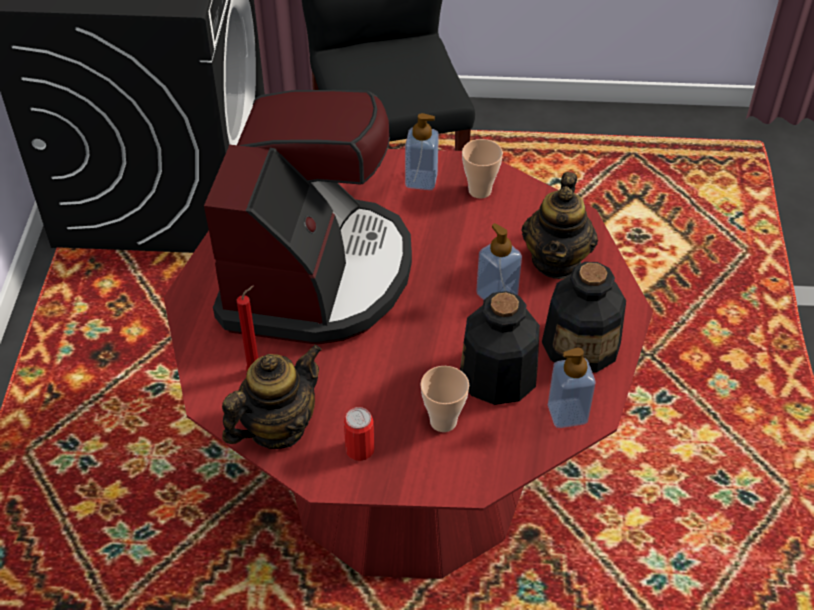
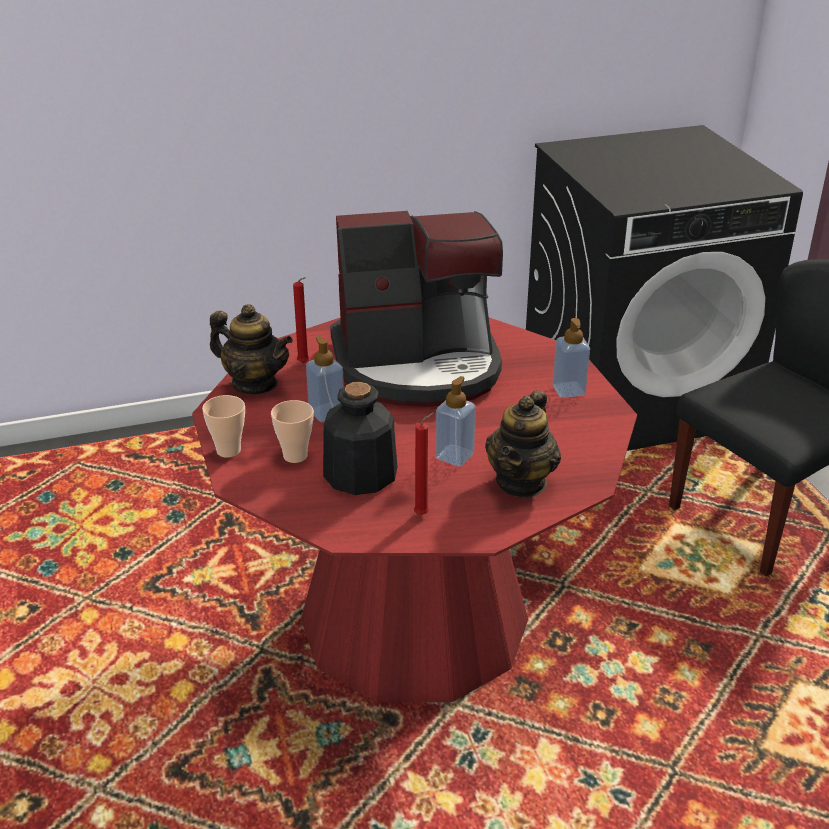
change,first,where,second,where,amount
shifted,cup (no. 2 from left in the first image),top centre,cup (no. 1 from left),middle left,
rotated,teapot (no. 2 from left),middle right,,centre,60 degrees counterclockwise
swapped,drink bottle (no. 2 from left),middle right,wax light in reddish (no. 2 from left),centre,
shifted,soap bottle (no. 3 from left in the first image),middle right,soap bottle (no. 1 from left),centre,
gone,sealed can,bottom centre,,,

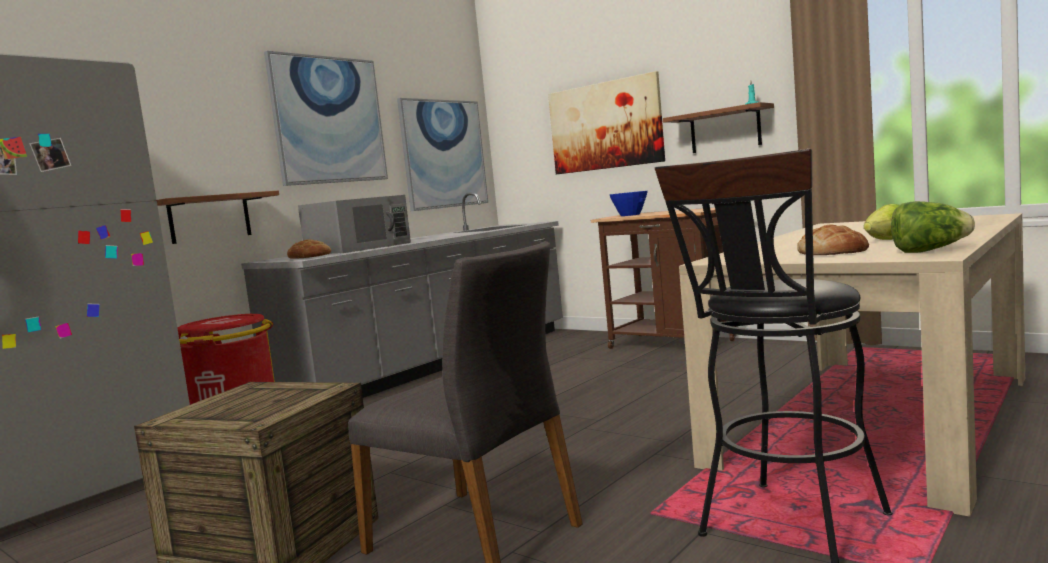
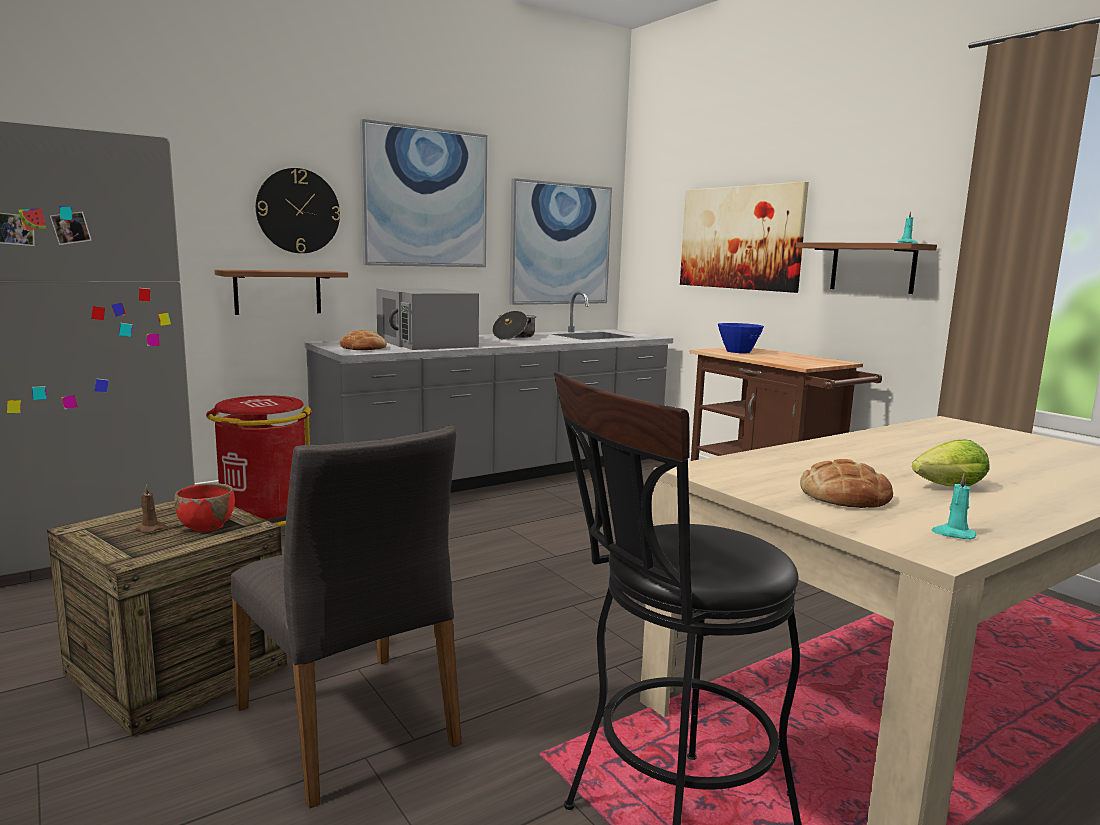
change,first,where,second,where,amount
rotated,microwave in grey,centre,,centre,90 degrees clockwise
swapped,lettuce head (no. 2 from left),middle right,wax light in blue-green (no. 2 from left),middle right,
new,,,clock on the wall,top left,
new,,,saucepot,centre,
new,,,bowl in reddish,middle left,
new,,,wax light in brown,middle left,

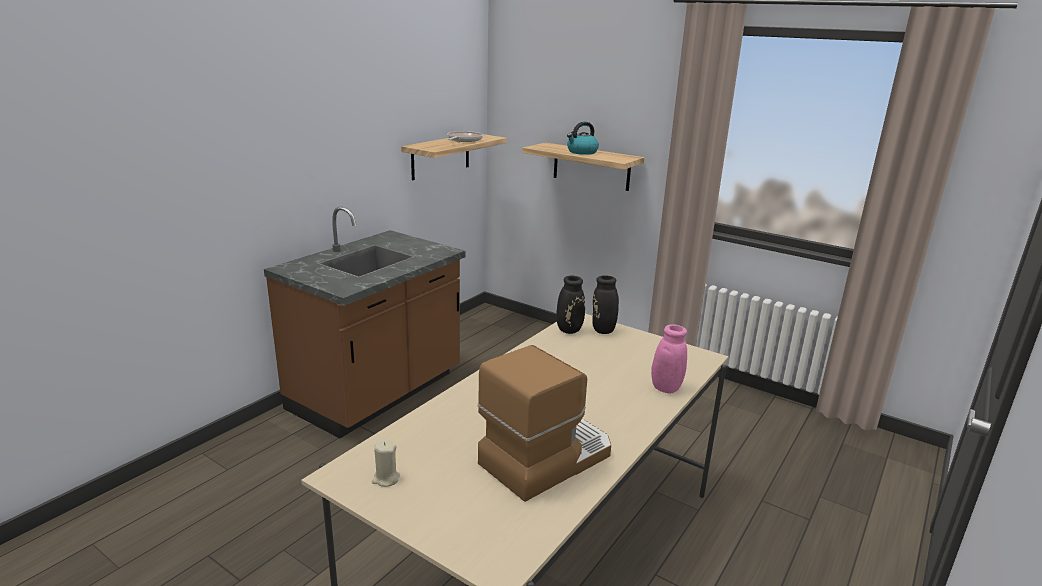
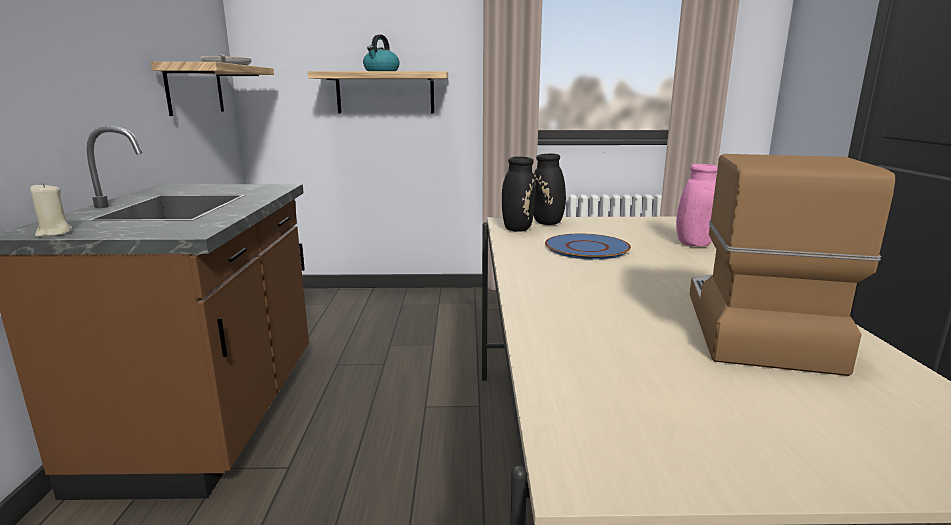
change,first,where,second,where,amount
shifted,wax light in sand-coloured,bottom centre,,middle left,
new,,,flat dish in blue,centre,

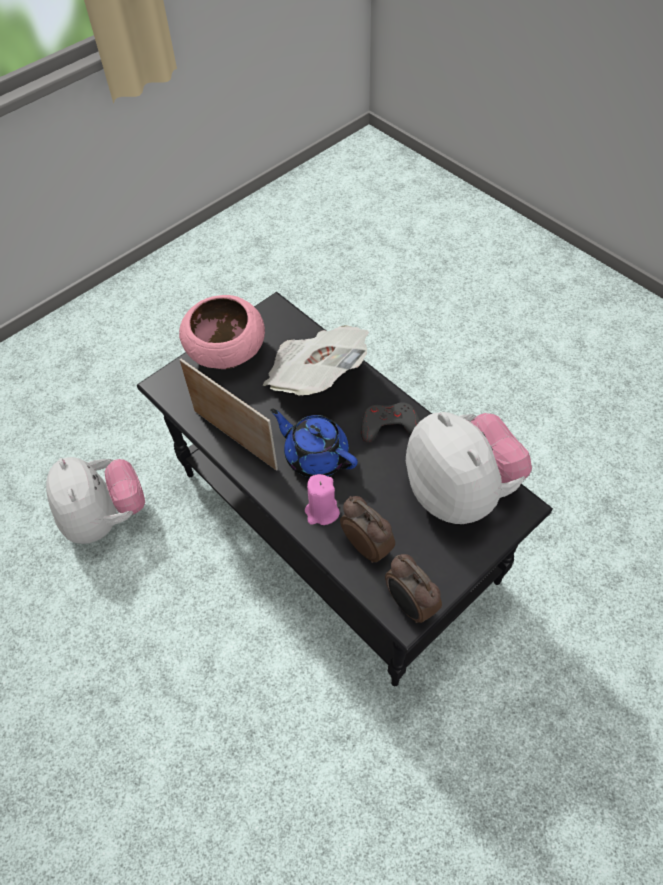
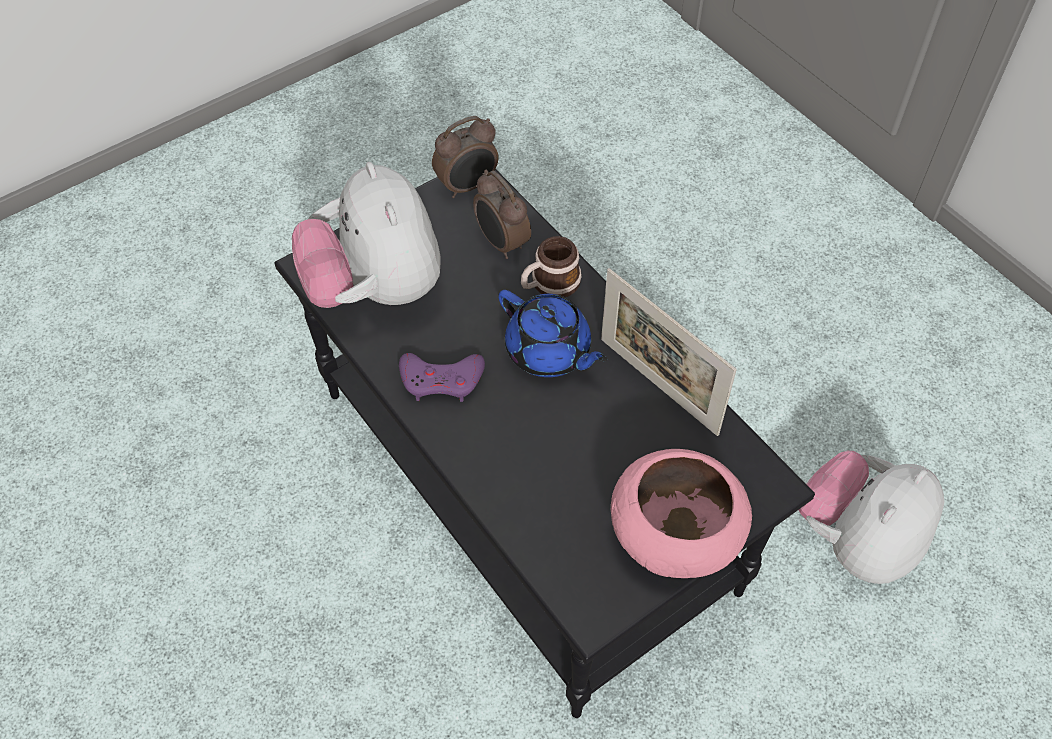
change,first,where,second,where,amount
gone,newspaper,centre,,,
repainted,joypad in grey,centre,joypad in purple-coloured,centre,
rotated,cuddly toy (no. 1 from left in the first image),middle left,cuddly toy (no. 2 from left),bottom right,60 degrees clockwise
swapped,wax light in pink,centre,mug,centre,
rotated,bedside clock (no. 2 from left in the first image),centre,bedside clock (no. 1 from left),top centre,90 degrees clockwise

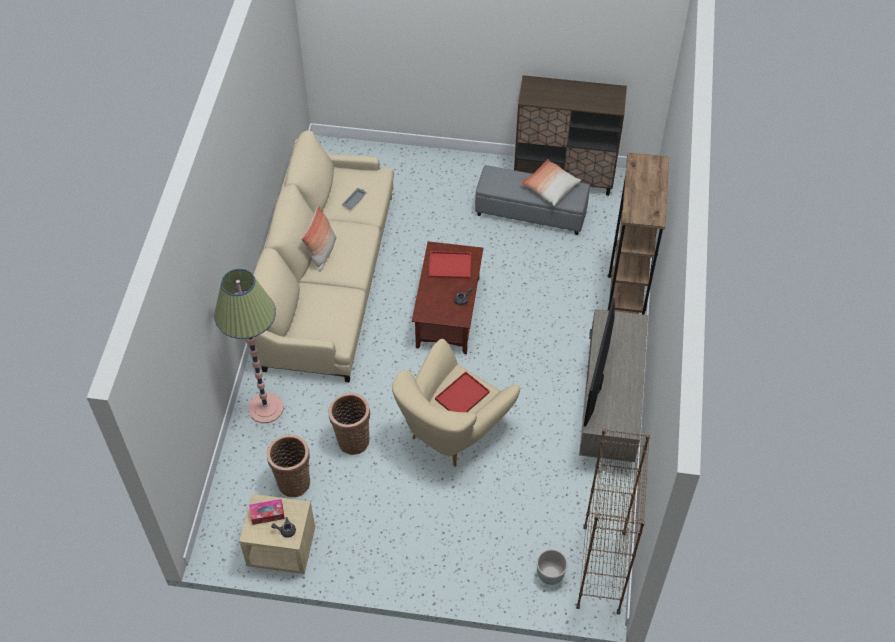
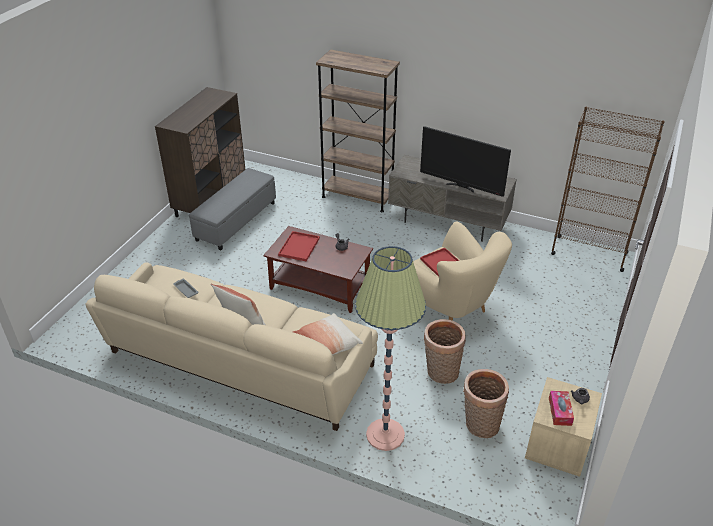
change,first,where,second,where,amount
shifted,cushion (no. 2 from left),top centre,,centre,
gone,plant pot in grey,bottom centre,,,

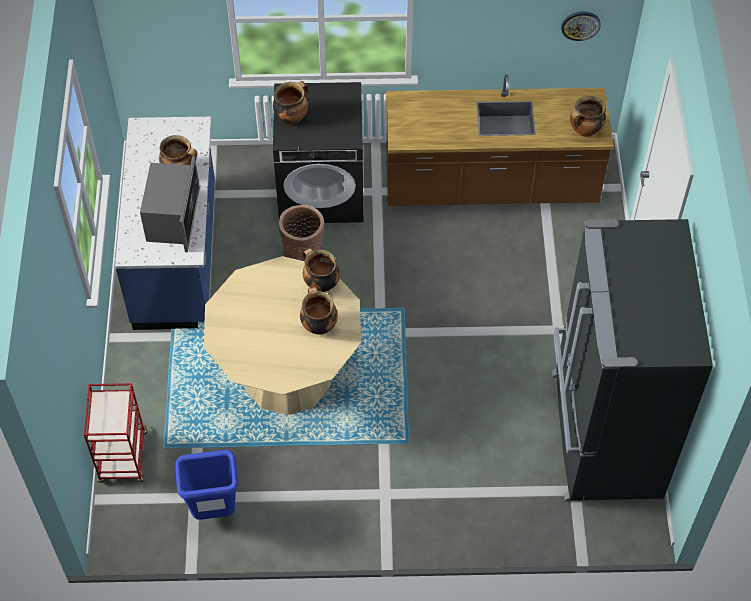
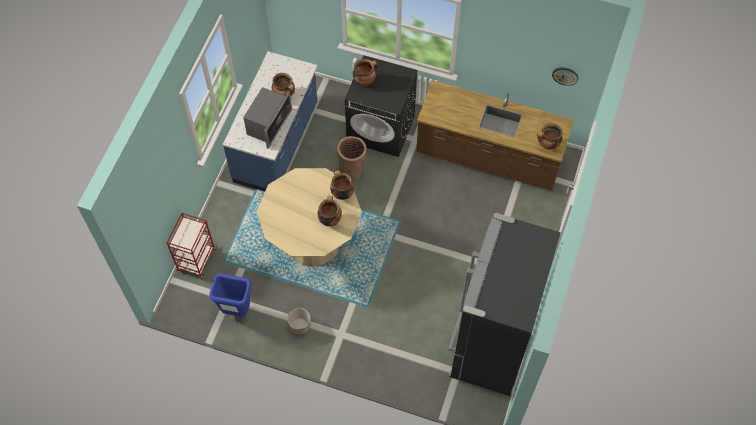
change,first,where,second,where,amount
new,,,plant pot,bottom centre,

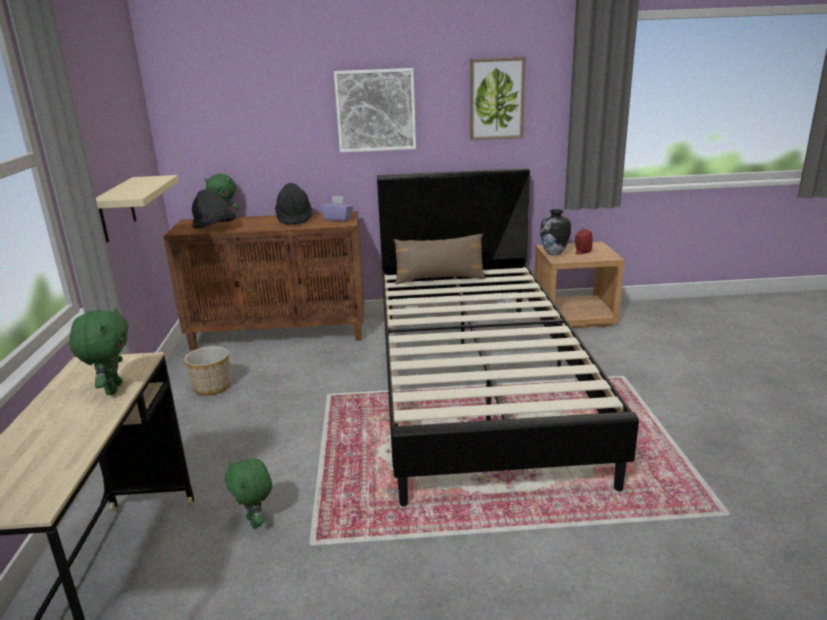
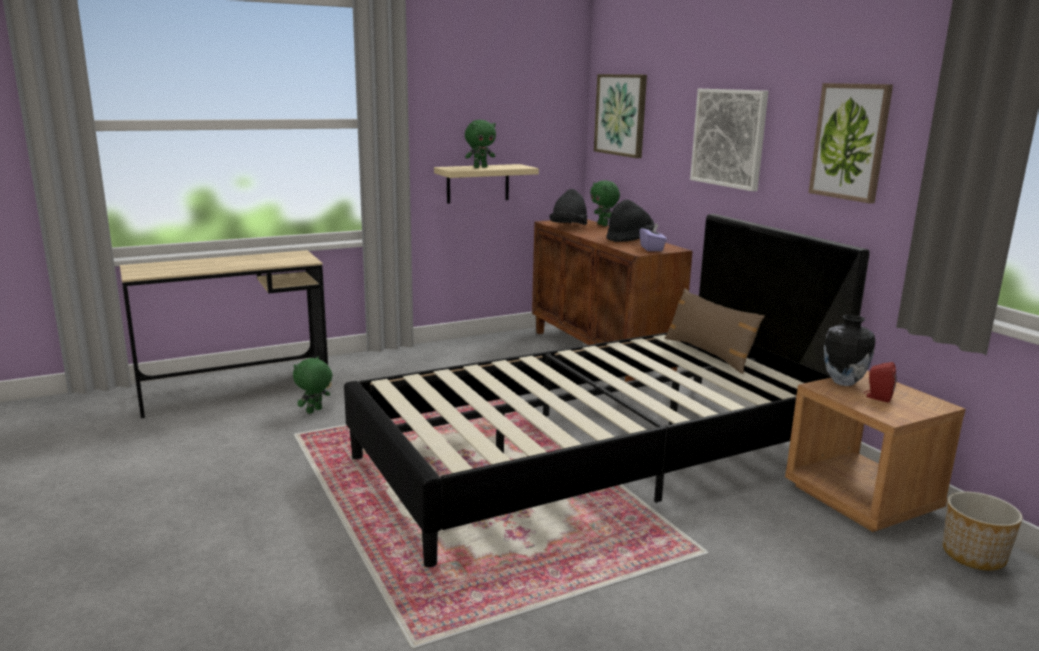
change,first,where,second,where,amount
shifted,cuddly toy in green-coloured (no. 1 from left in the first image),middle left,cuddly toy in green-coloured (no. 2 from left),top centre,
shifted,plant pot,middle left,,bottom right,
new,,,wall picture (no. 1 from left),top centre,

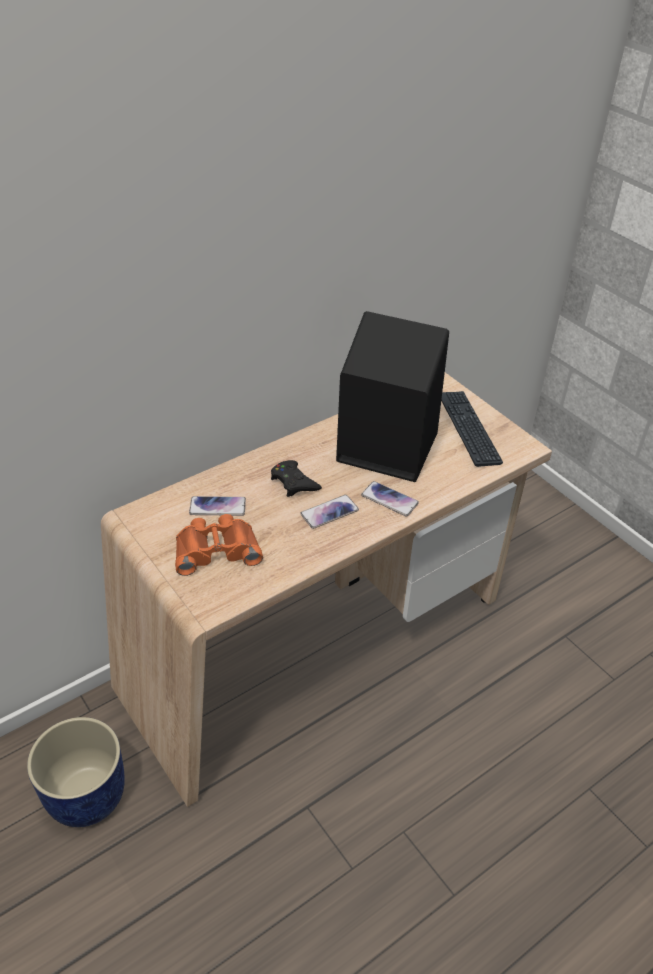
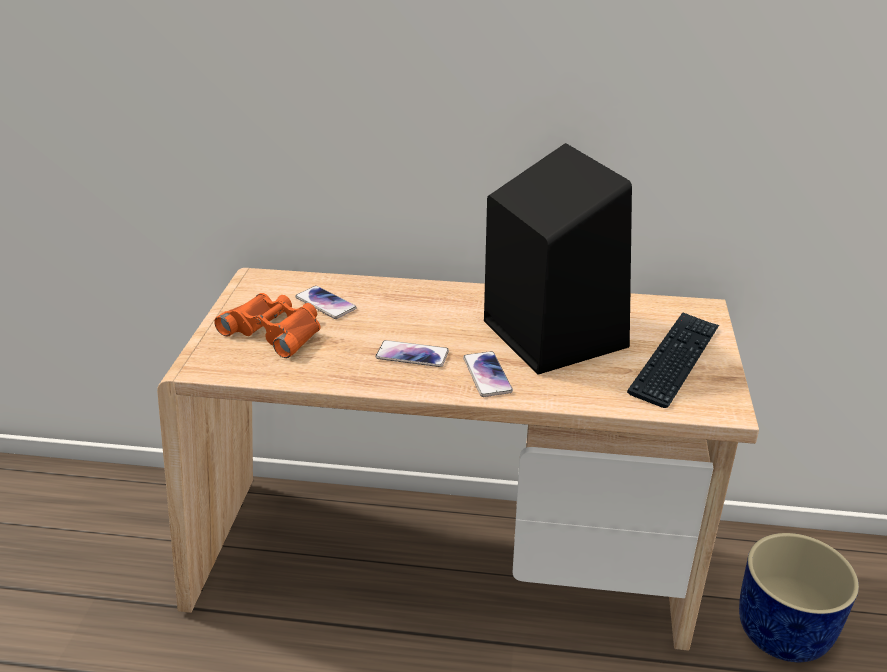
change,first,where,second,where,amount
gone,joypad in black-coloured,centre,,,
shifted,plant pot in blue,bottom left,,bottom right,

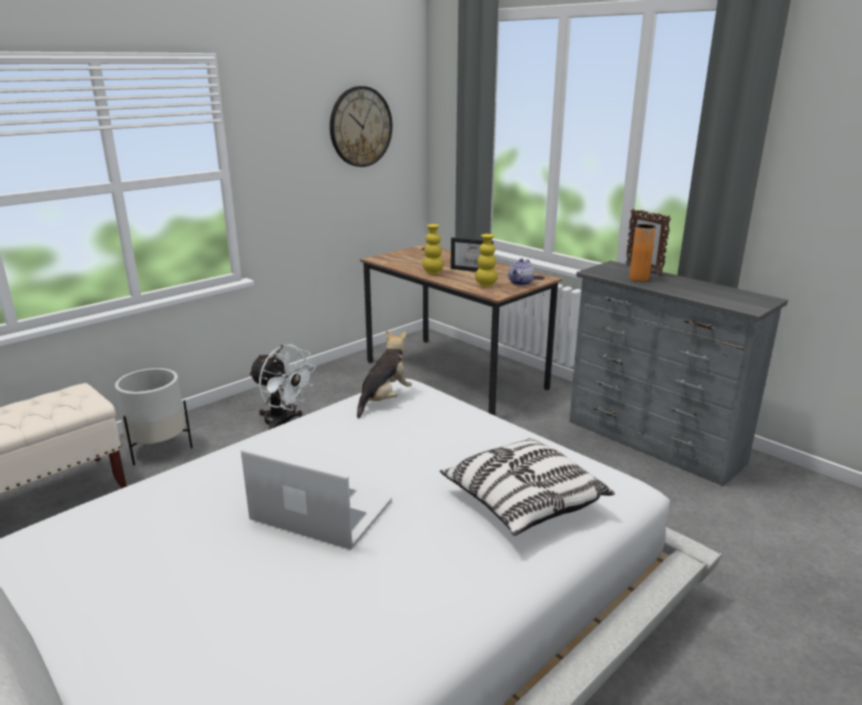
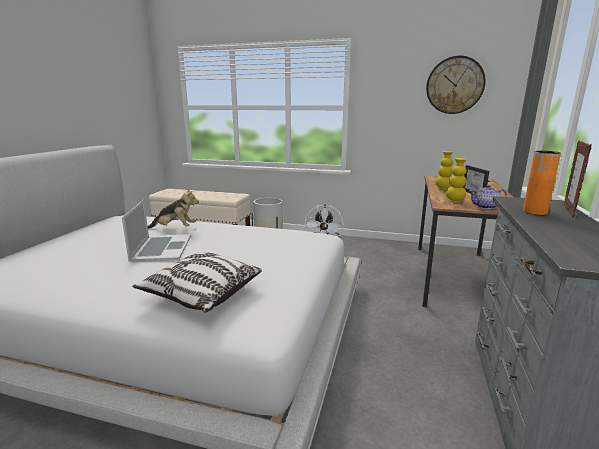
change,first,where,second,where,amount
shifted,cuddly toy,centre,,middle left,

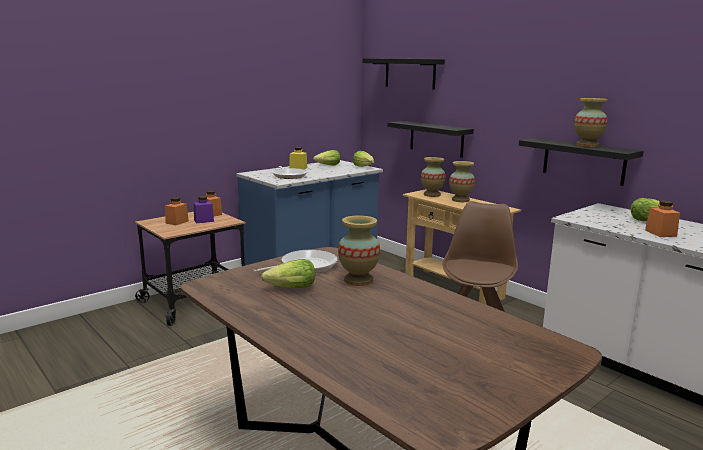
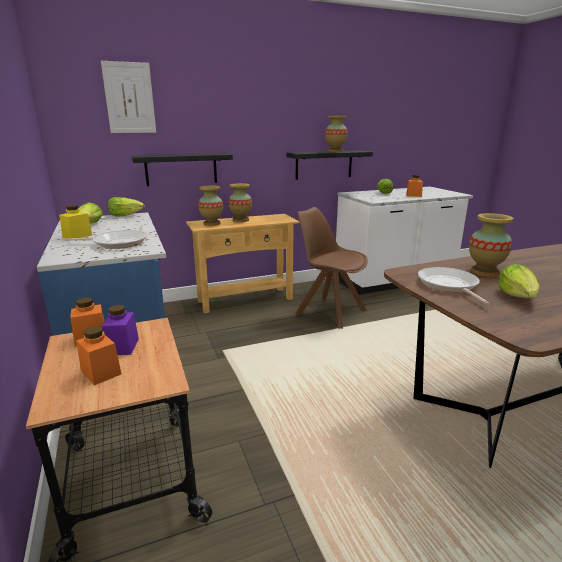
change,first,where,second,where,amount
swapped,bracket shelf in black-coloured (no. 1 from left),top centre,wall picture,top left,

